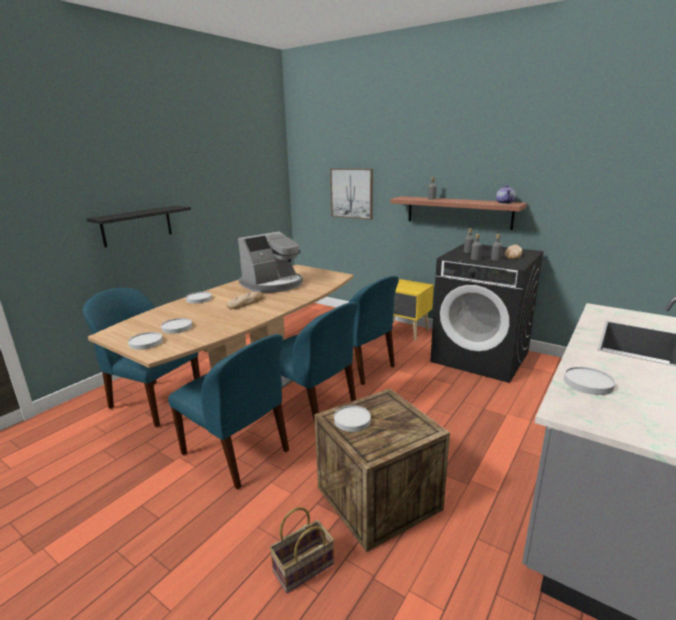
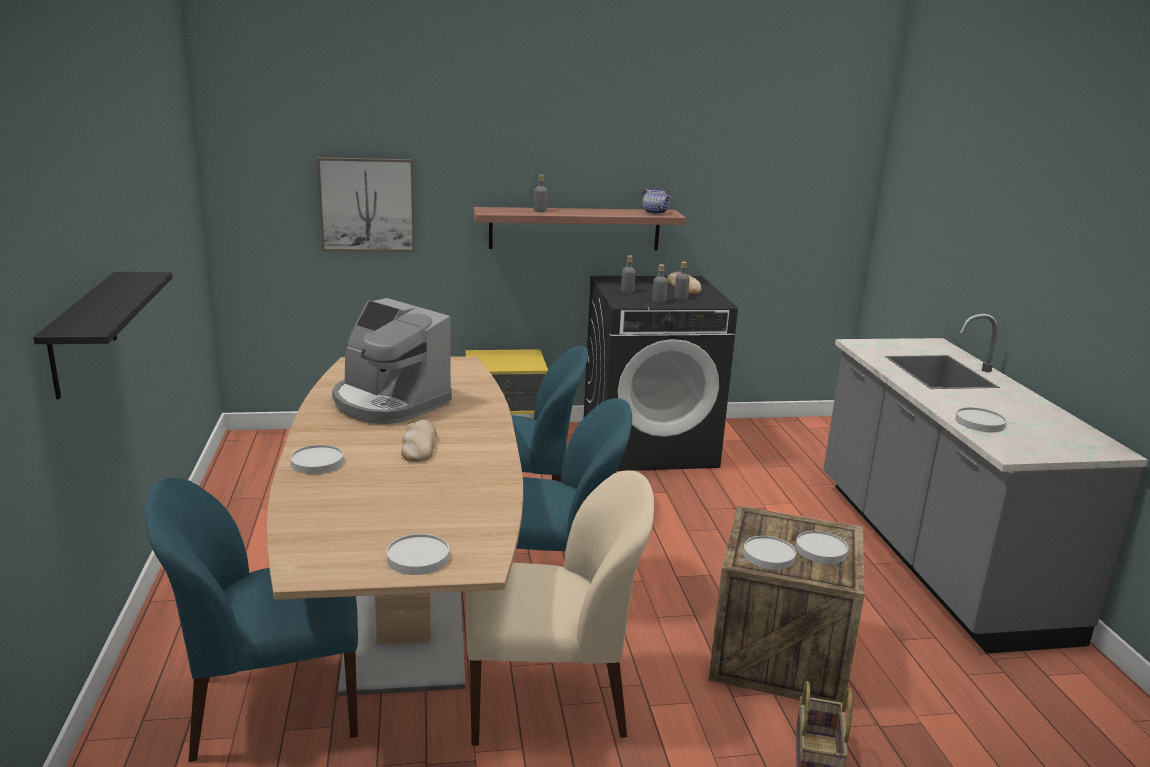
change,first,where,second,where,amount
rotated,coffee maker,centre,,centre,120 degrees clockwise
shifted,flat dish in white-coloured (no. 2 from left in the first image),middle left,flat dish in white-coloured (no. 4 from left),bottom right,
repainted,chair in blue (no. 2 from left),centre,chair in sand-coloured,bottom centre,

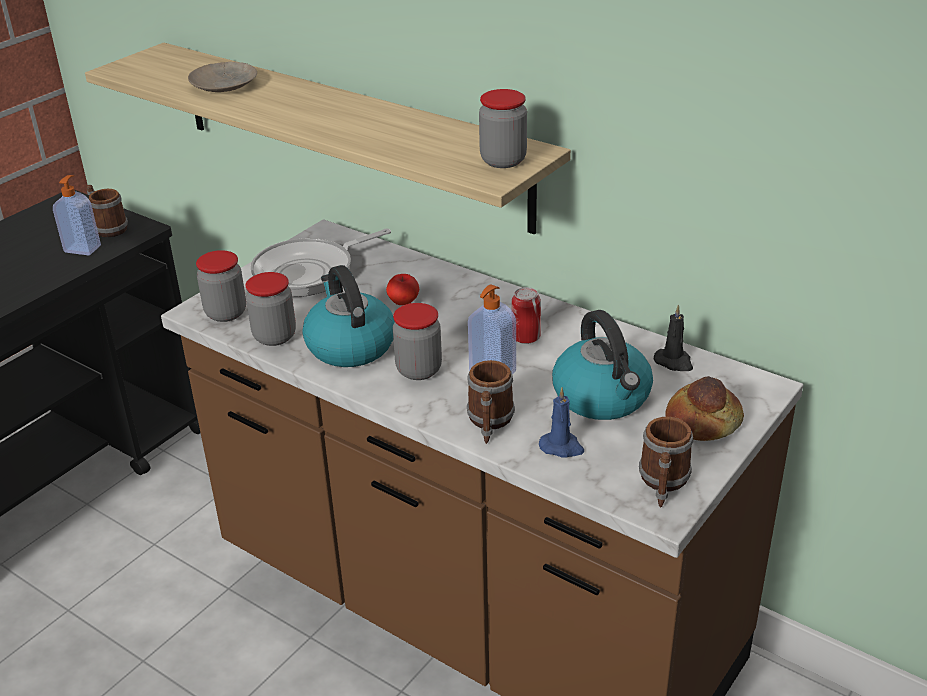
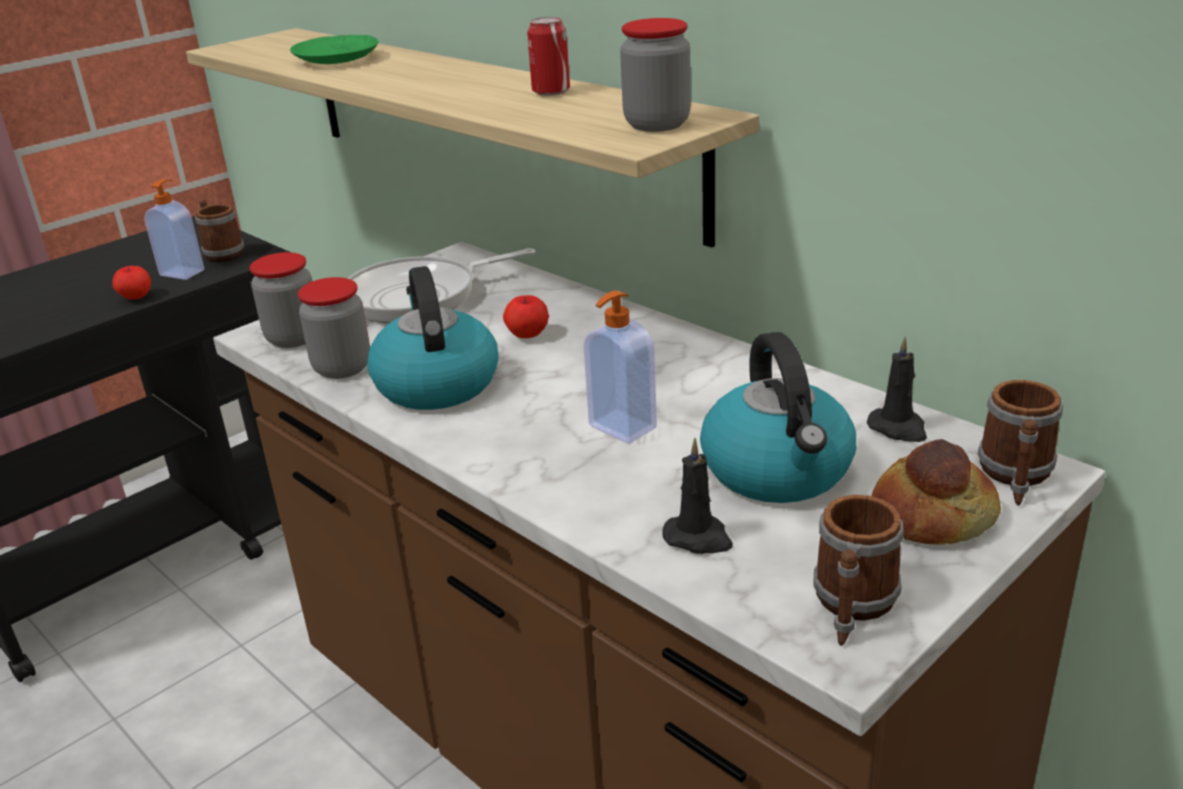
change,first,where,second,where,amount
repainted,flat dish in sand-coloured,top left,flat dish in green-coloured,top left,
shifted,sealed can,centre,,top centre,
gone,storage jar (no. 3 from left),centre,,,
shifted,mug (no. 2 from left in the first image),centre,mug (no. 3 from left),middle right,
repainted,wax light in blue,centre,wax light in black-coloured (no. 1 from left),centre,
new,,,apple (no. 1 from left),middle left,

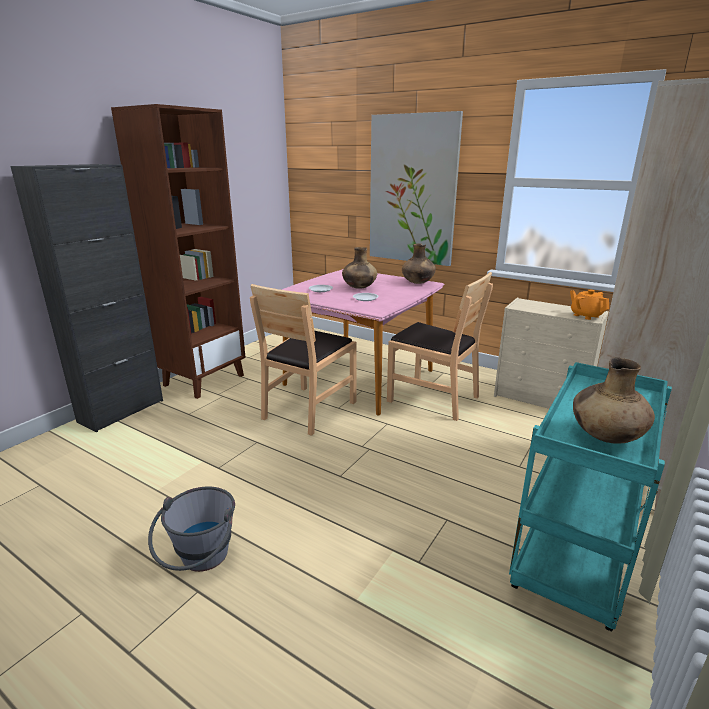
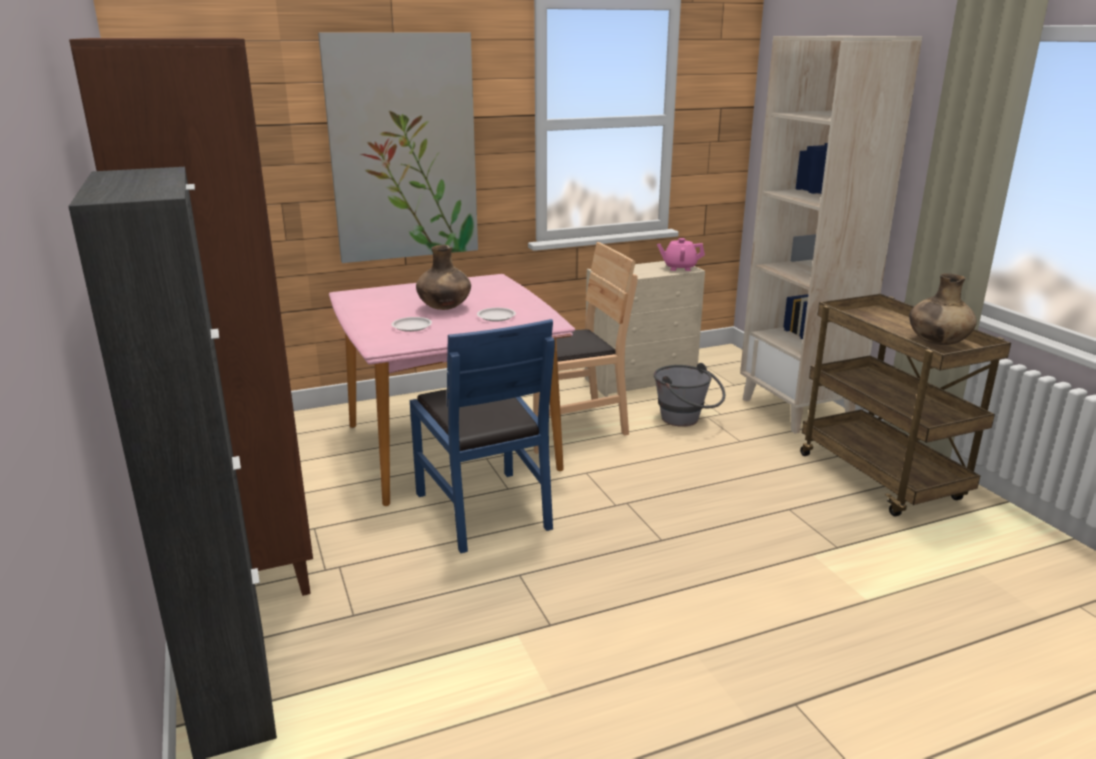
change,first,where,second,where,amount
gone,vase in brown (no. 2 from left),centre,,,
repainted,chair in brown (no. 1 from left),centre,chair in blue,centre,
repainted,teapot in orange,middle right,teapot in pink,centre,
repainted,trolley in blue-green,bottom right,trolley in brown,middle right,
shifted,water bucket in grey,bottom left,,centre,

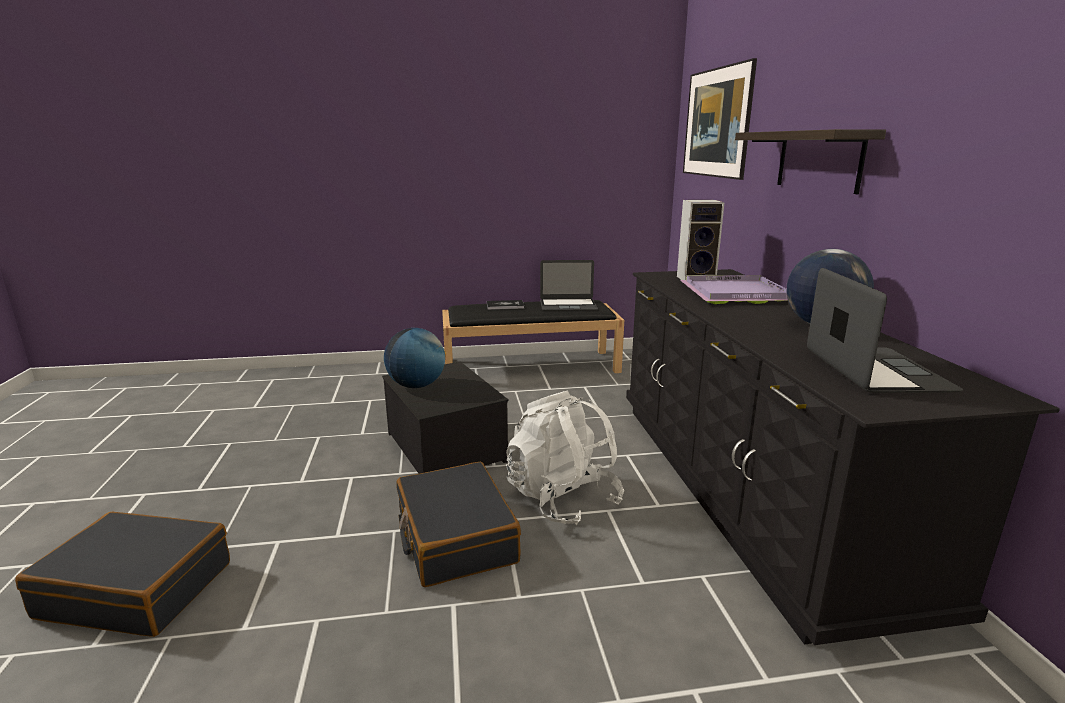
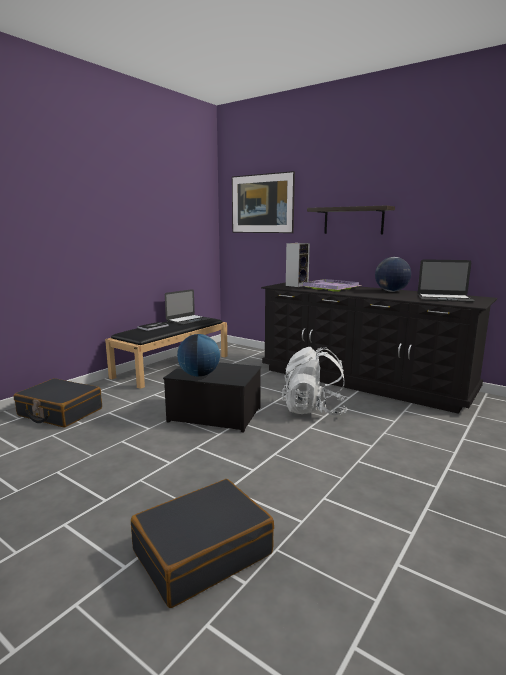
change,first,where,second,where,amount
rotated,laptop (no. 2 from left),middle right,,middle right,150 degrees clockwise
shifted,suitcase in black-coloured (no. 2 from left in the first image),bottom centre,suitcase in black-coloured (no. 1 from left),middle left,

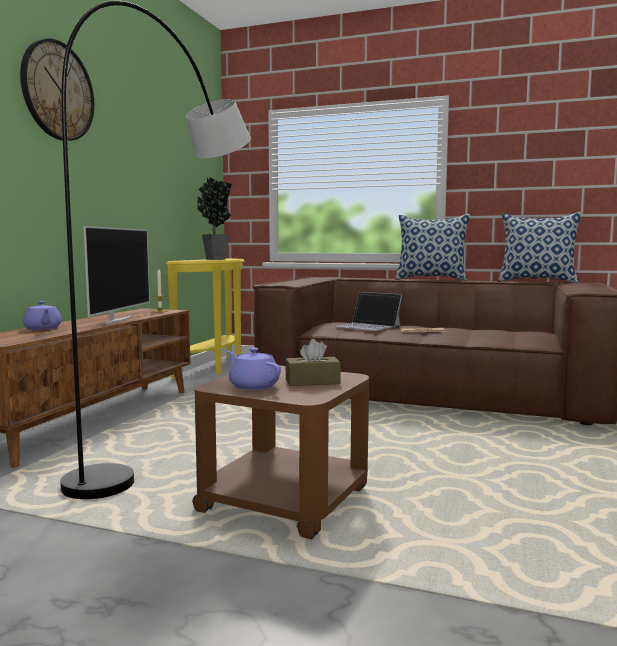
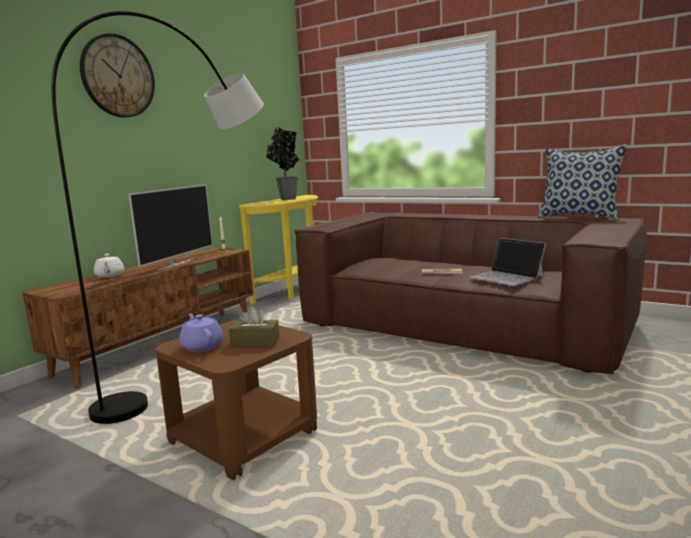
change,first,where,second,where,amount
gone,cushion (no. 1 from left),middle right,,,
shifted,laptop,centre,,middle right,
repainted,teapot in purple-coloured (no. 1 from left),middle left,teapot in white-coloured,middle left,

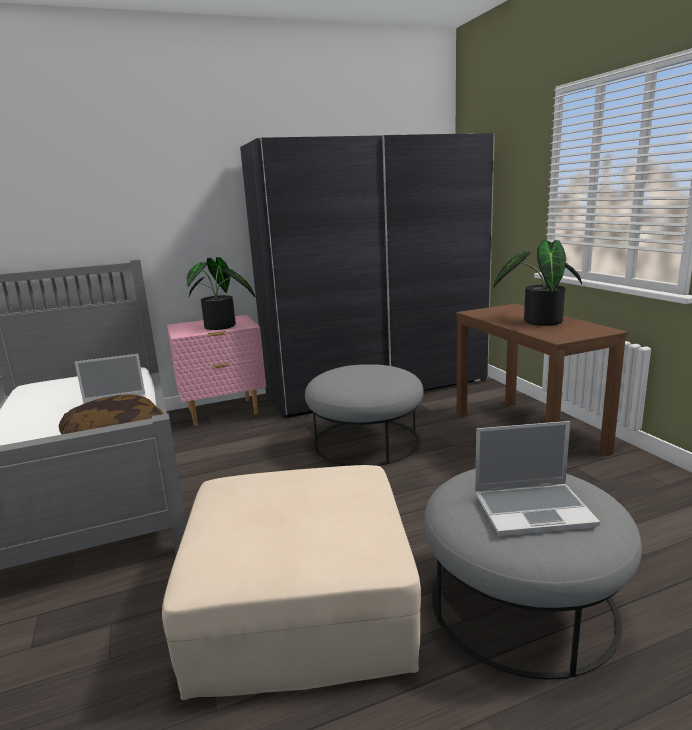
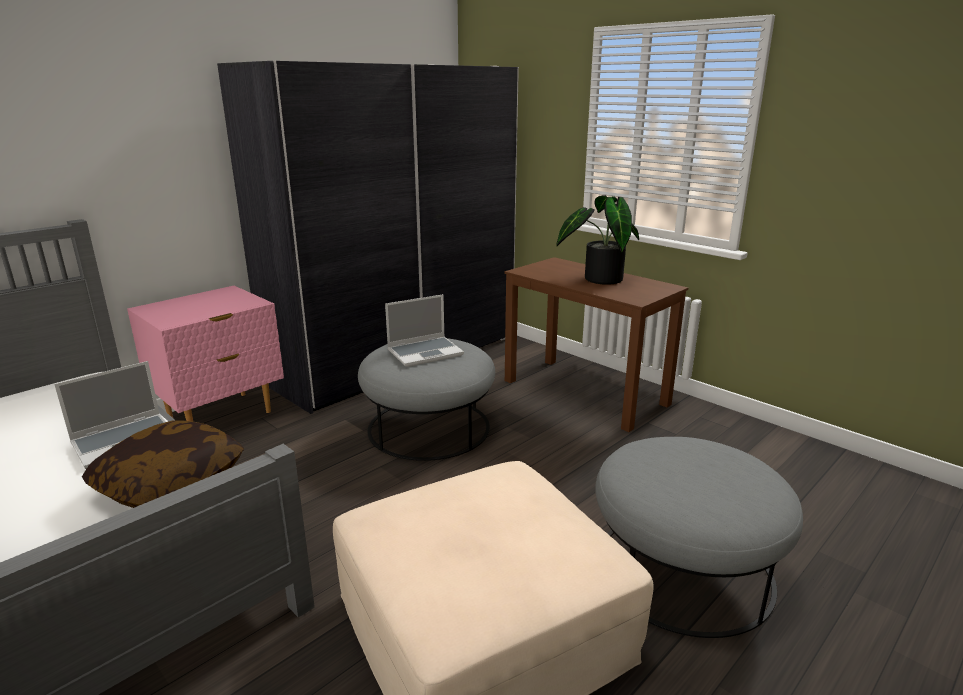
change,first,where,second,where,amount
gone,houseplant (no. 1 from left),middle left,,,
shifted,laptop (no. 2 from left),middle right,,centre,

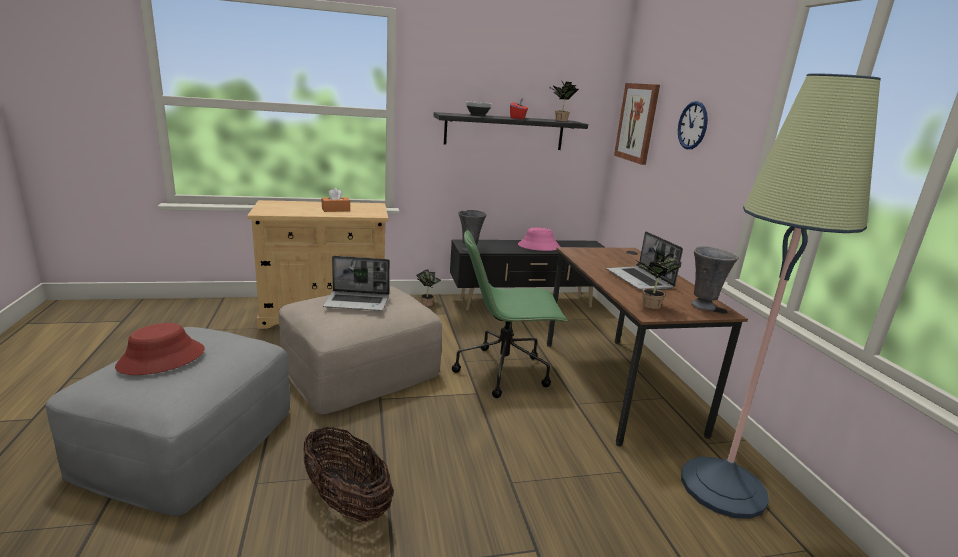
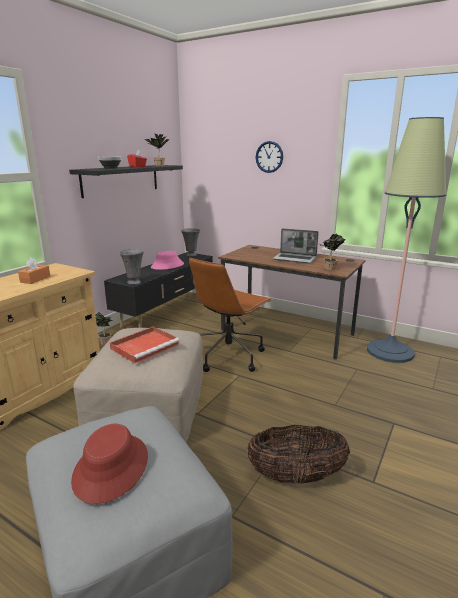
change,first,where,second,where,amount
gone,wall picture,top centre,,,
repainted,desk chair in green-coloured,centre,desk chair in brown,centre,
shifted,vase in grey (no. 2 from left),middle right,,centre,
swapped,laptop (no. 1 from left),centre,serving tray in reddish,middle left,

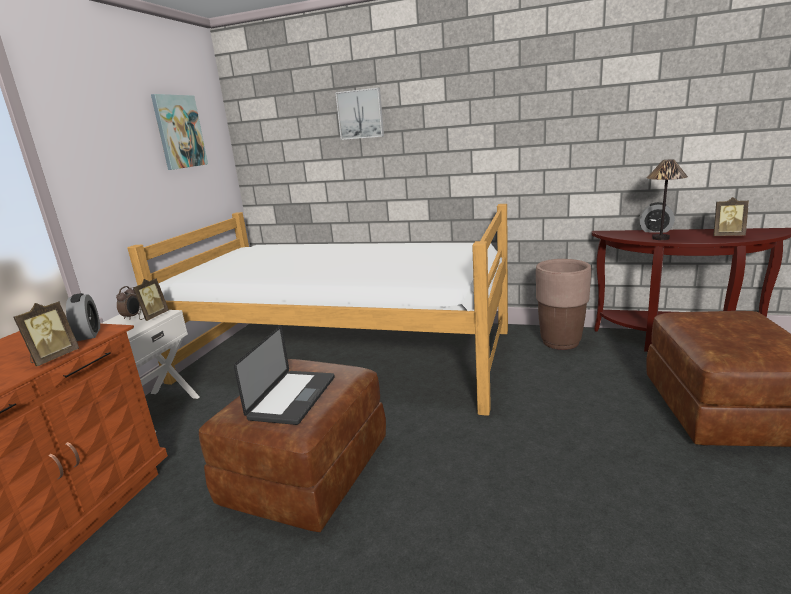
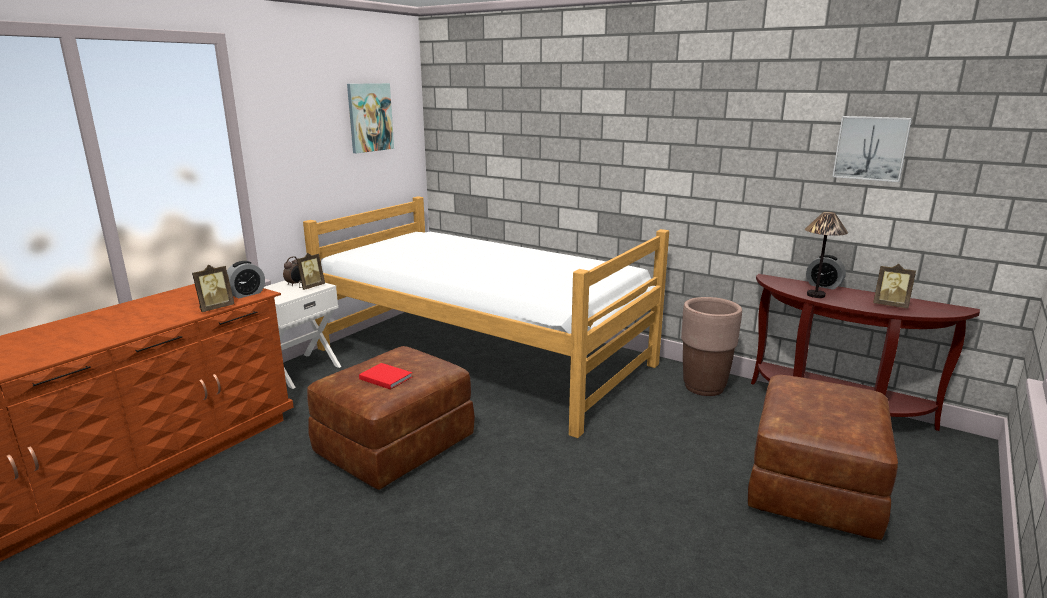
change,first,where,second,where,amount
shifted,wall picture (no. 2 from left),top centre,,top right,
rotated,bedside clock (no. 1 from left),middle left,,middle left,45 degrees clockwise
swapped,laptop,centre,book in reddish,centre,

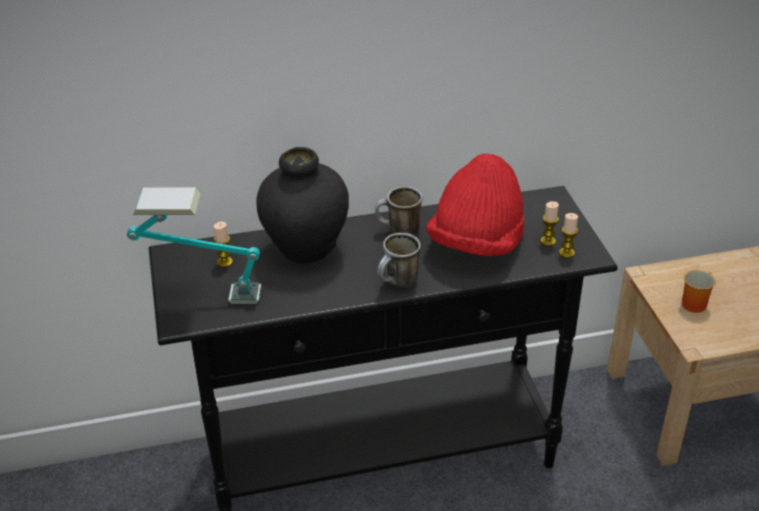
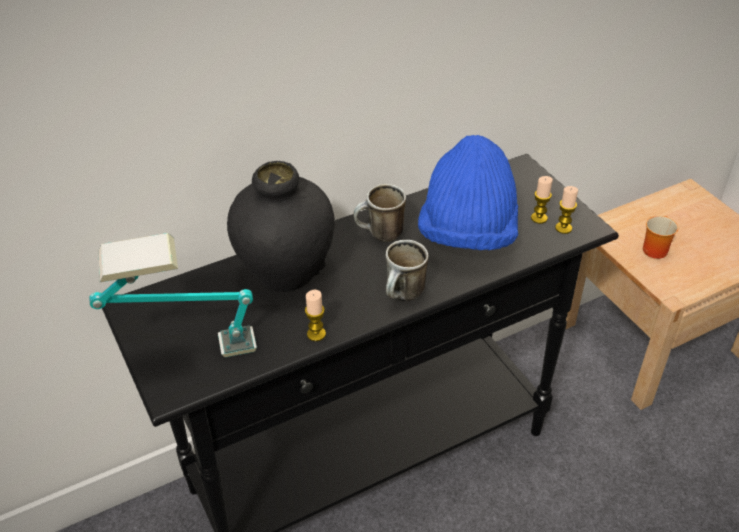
change,first,where,second,where,amount
repainted,clothing hat in reddish,centre,clothing hat in blue,centre,
shifted,wax light (no. 1 from left),middle left,,centre,

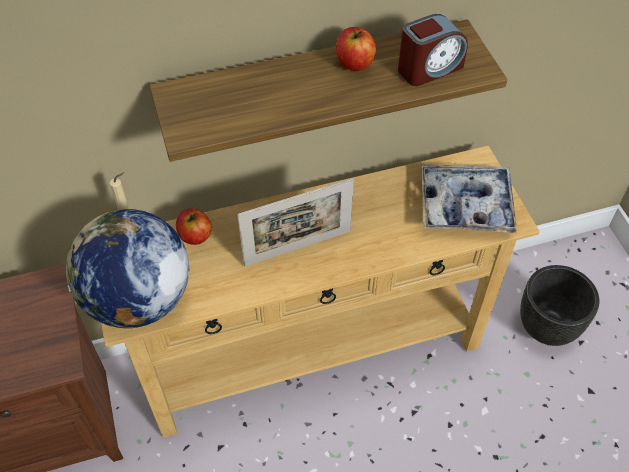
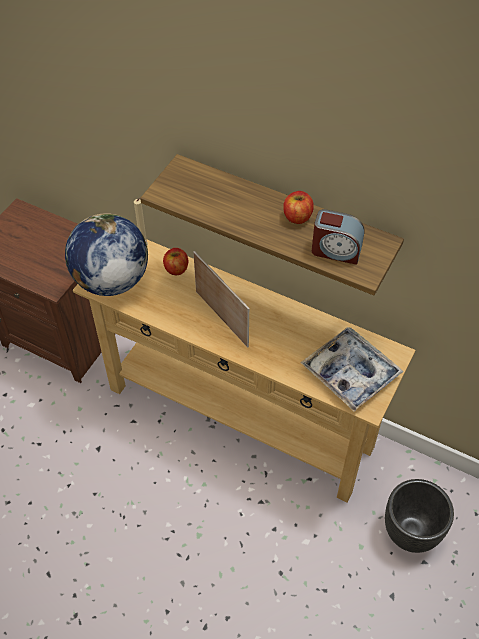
change,first,where,second,where,amount
rotated,picture frame,centre,,centre,150 degrees counterclockwise

